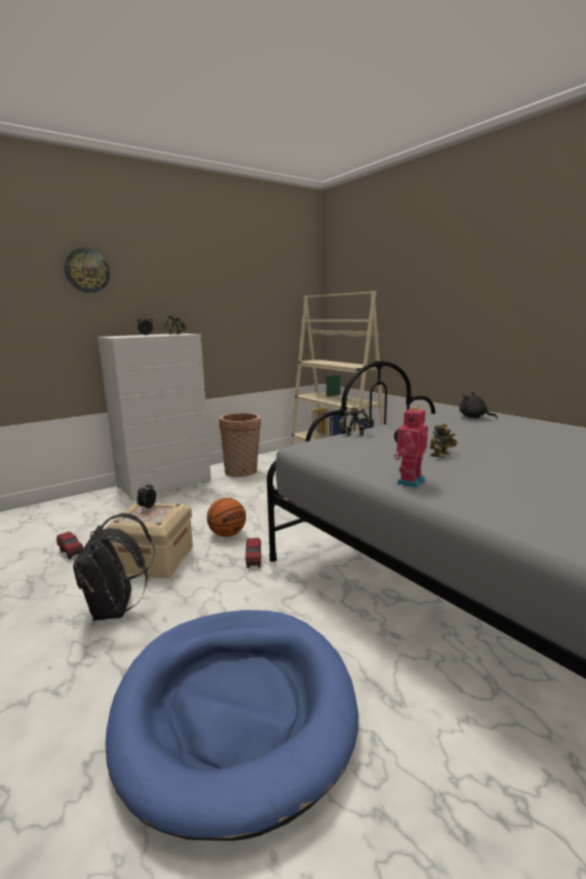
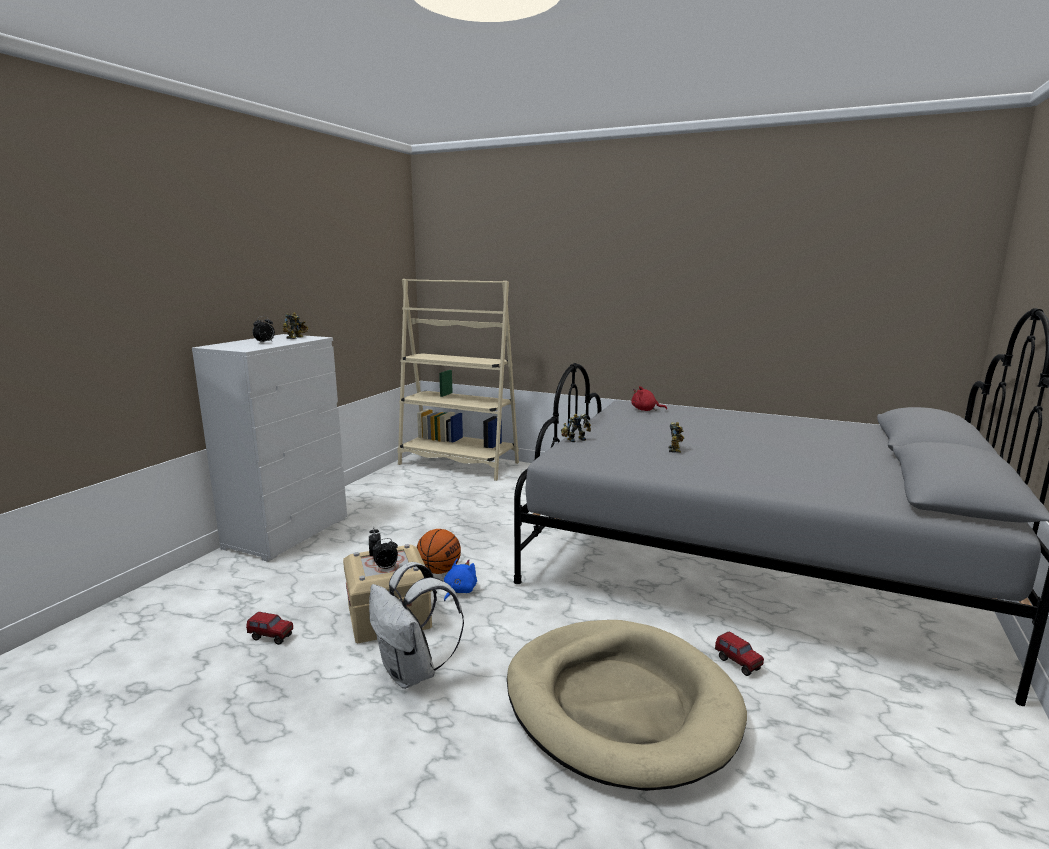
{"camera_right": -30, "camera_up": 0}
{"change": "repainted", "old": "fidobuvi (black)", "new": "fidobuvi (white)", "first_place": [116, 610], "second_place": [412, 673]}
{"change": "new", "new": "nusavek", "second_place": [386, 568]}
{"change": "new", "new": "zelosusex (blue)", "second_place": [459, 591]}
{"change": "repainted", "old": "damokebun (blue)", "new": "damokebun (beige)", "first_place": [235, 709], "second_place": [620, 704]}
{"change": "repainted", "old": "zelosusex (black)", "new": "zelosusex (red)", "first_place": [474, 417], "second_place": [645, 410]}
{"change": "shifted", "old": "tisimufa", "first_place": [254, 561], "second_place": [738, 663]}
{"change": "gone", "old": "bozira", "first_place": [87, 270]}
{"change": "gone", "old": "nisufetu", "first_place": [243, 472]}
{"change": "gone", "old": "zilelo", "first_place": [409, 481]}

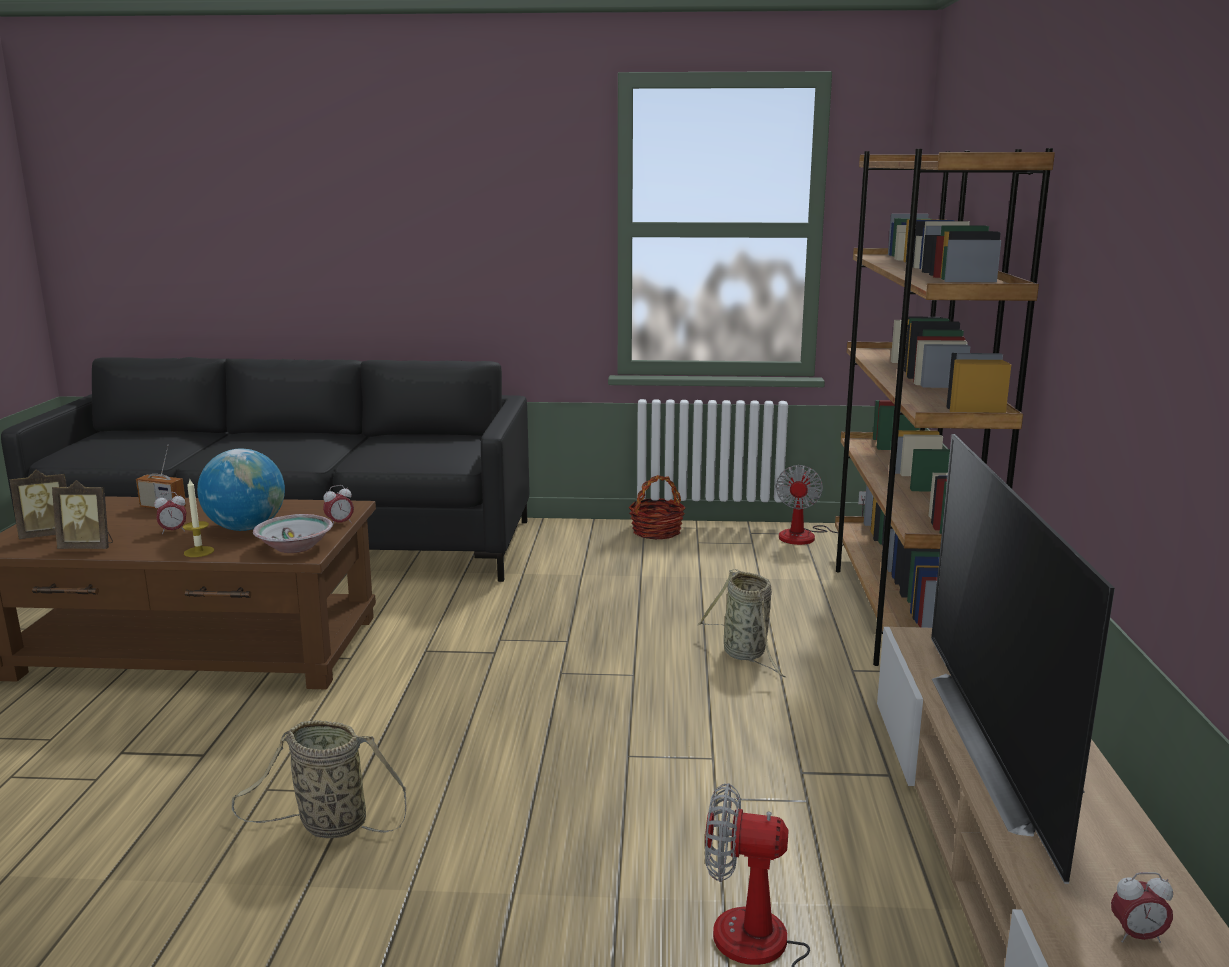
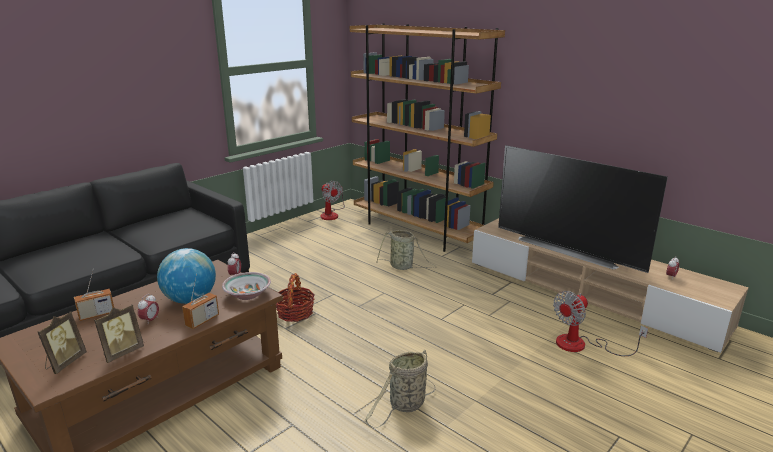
{"camera_right": -50, "camera_up": 5}
{"change": "swapped", "old": "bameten", "new": "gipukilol", "first_place": [199, 552], "second_place": [202, 320]}
{"change": "shifted", "old": "nisufetu", "first_place": [656, 532], "second_place": [295, 313]}

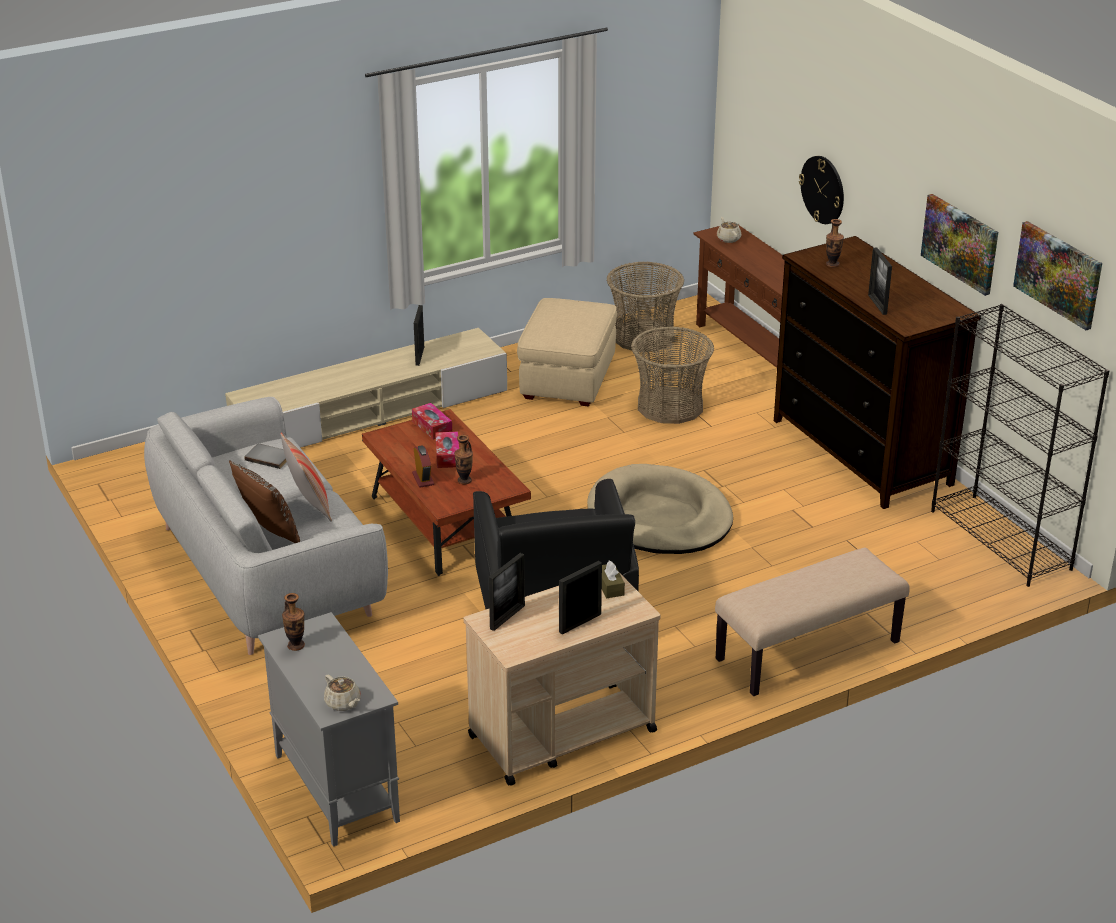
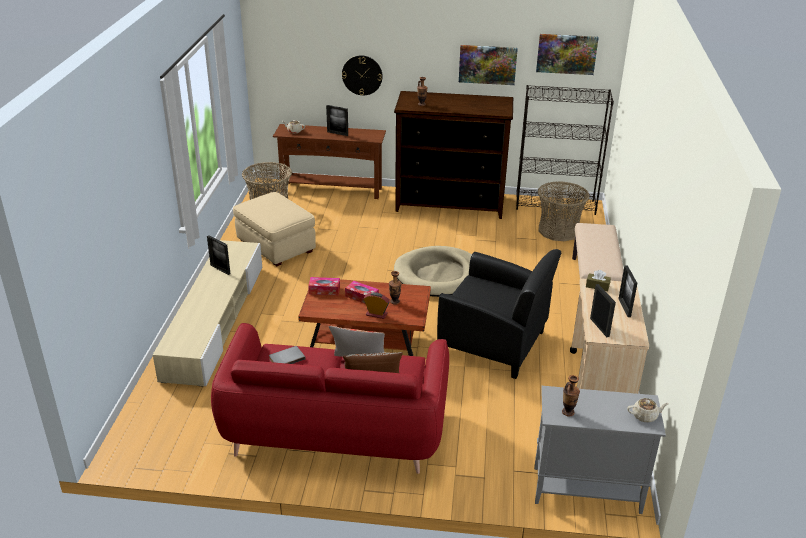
{"camera_right": -55, "camera_up": 0}
{"change": "repainted", "old": "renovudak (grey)", "new": "renovudak (red)", "first_place": [268, 570], "second_place": [335, 429]}
{"change": "shifted", "old": "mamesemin", "first_place": [877, 304], "second_place": [337, 133]}
{"change": "shifted", "old": "nisufetu", "first_place": [670, 406], "second_place": [558, 230]}

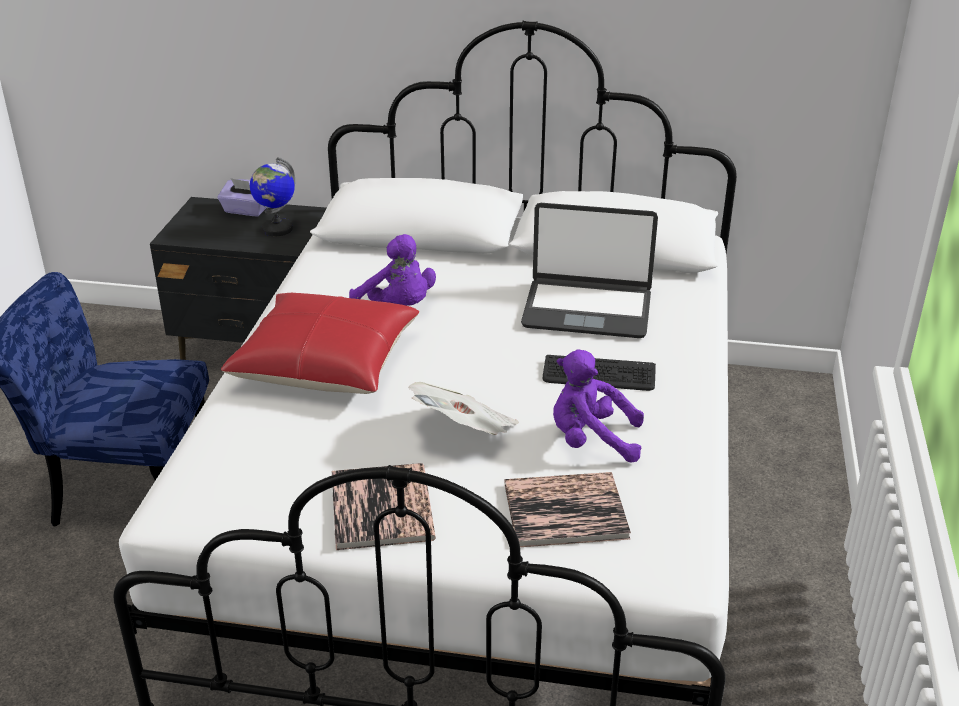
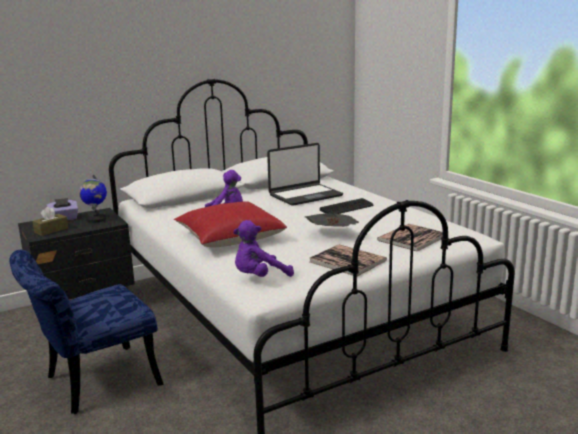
{"camera_right": -40, "camera_up": -15}
{"change": "new", "new": "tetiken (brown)", "second_place": [51, 230]}
{"change": "shifted", "old": "zelosusex (purple)", "first_place": [591, 441], "second_place": [259, 277]}

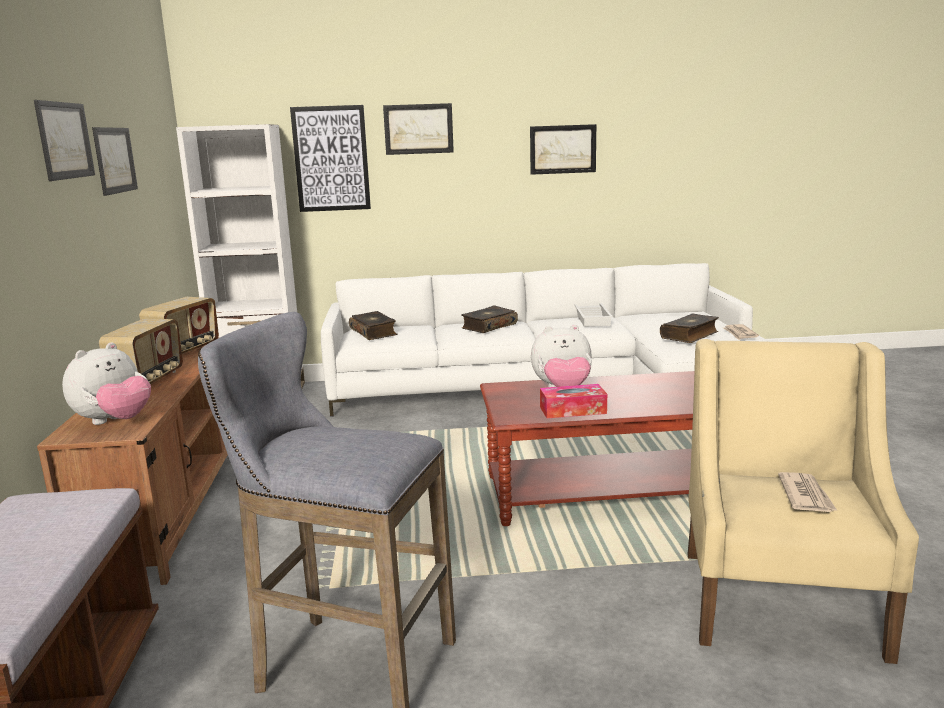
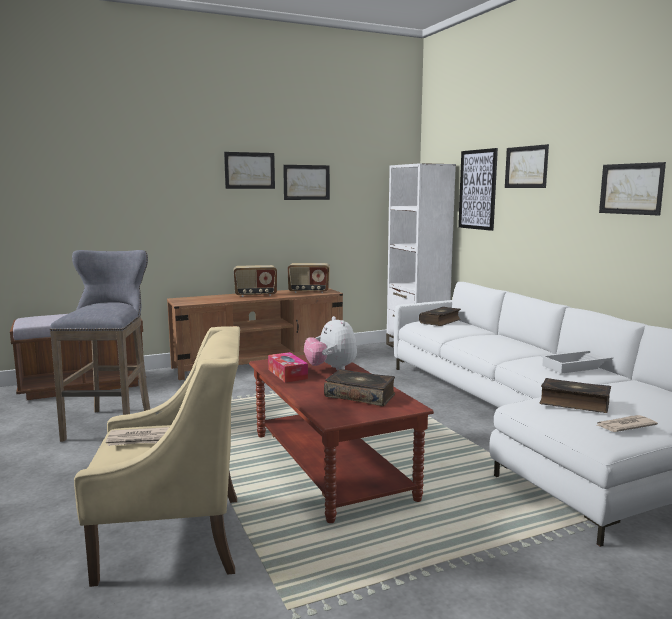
{"camera_right": 70, "camera_up": -5}
{"change": "shifted", "old": "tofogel", "first_place": [488, 326], "second_place": [360, 396]}
{"change": "gone", "old": "zelosusex", "first_place": [114, 422]}

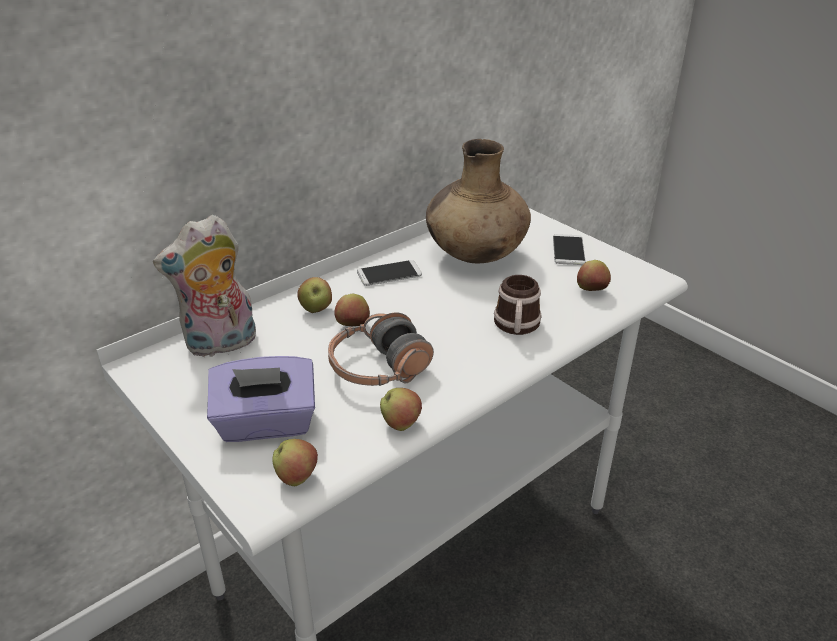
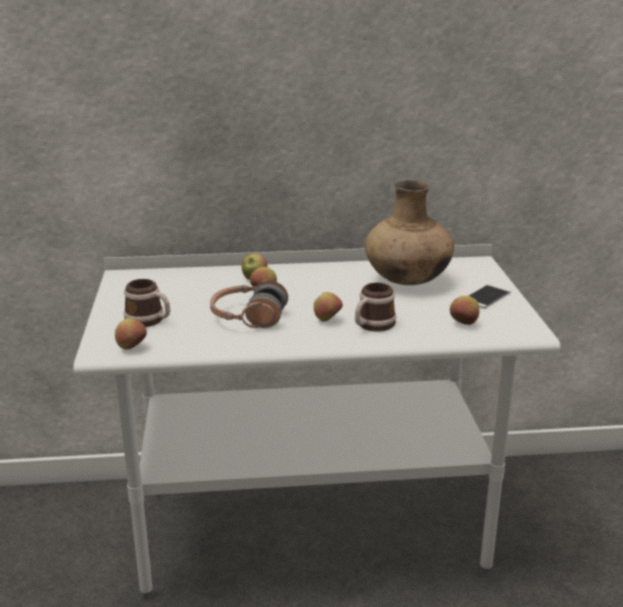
{"camera_right": 35, "camera_up": -10}
{"change": "swapped", "old": "tetiken (purple)", "new": "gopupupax", "first_place": [266, 424], "second_place": [149, 321]}
{"change": "shifted", "old": "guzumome", "first_place": [401, 424], "second_place": [327, 320]}
{"change": "gone", "old": "zelosusex", "first_place": [221, 345]}
{"change": "gone", "old": "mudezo", "first_place": [389, 274]}

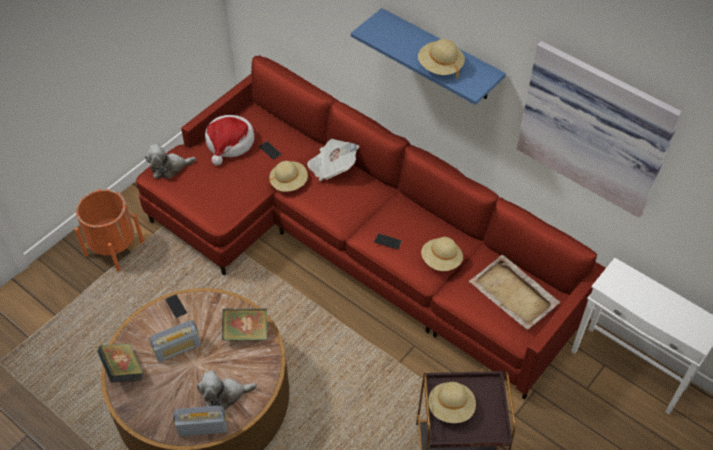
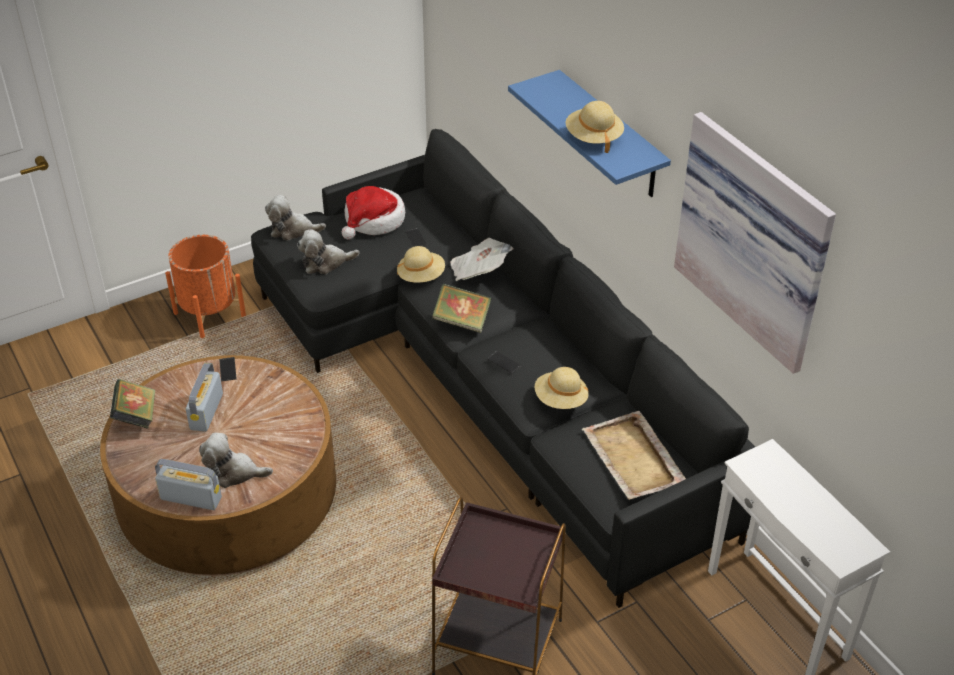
{"camera_right": 20, "camera_up": -10}
{"change": "rotated", "old": "gipukilol", "first_place": [177, 348], "second_place": [206, 411], "degrees": 105}
{"change": "repainted", "old": "renovudak (red)", "new": "renovudak (black)", "first_place": [354, 245], "second_place": [487, 381]}
{"change": "new", "new": "zelosusex", "second_place": [325, 263]}
{"change": "shifted", "old": "tofogel", "first_place": [246, 332], "second_place": [462, 321]}
{"change": "gone", "old": "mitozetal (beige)", "first_place": [451, 408]}

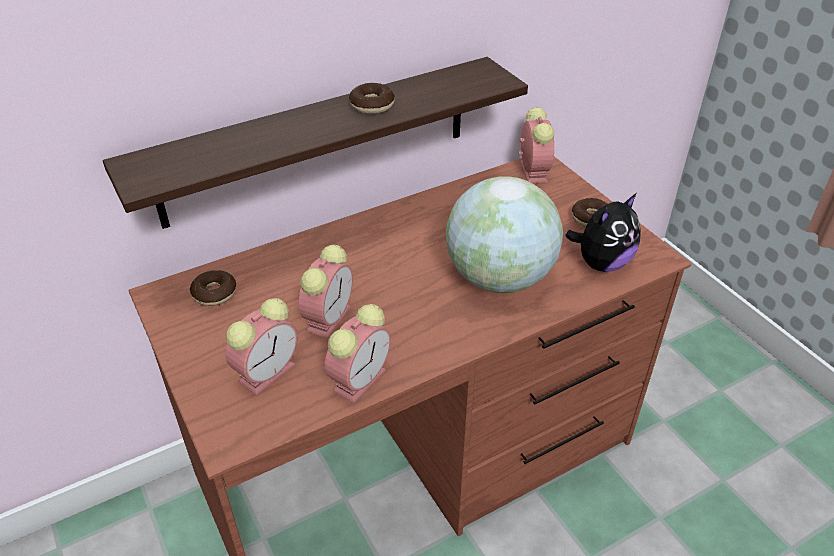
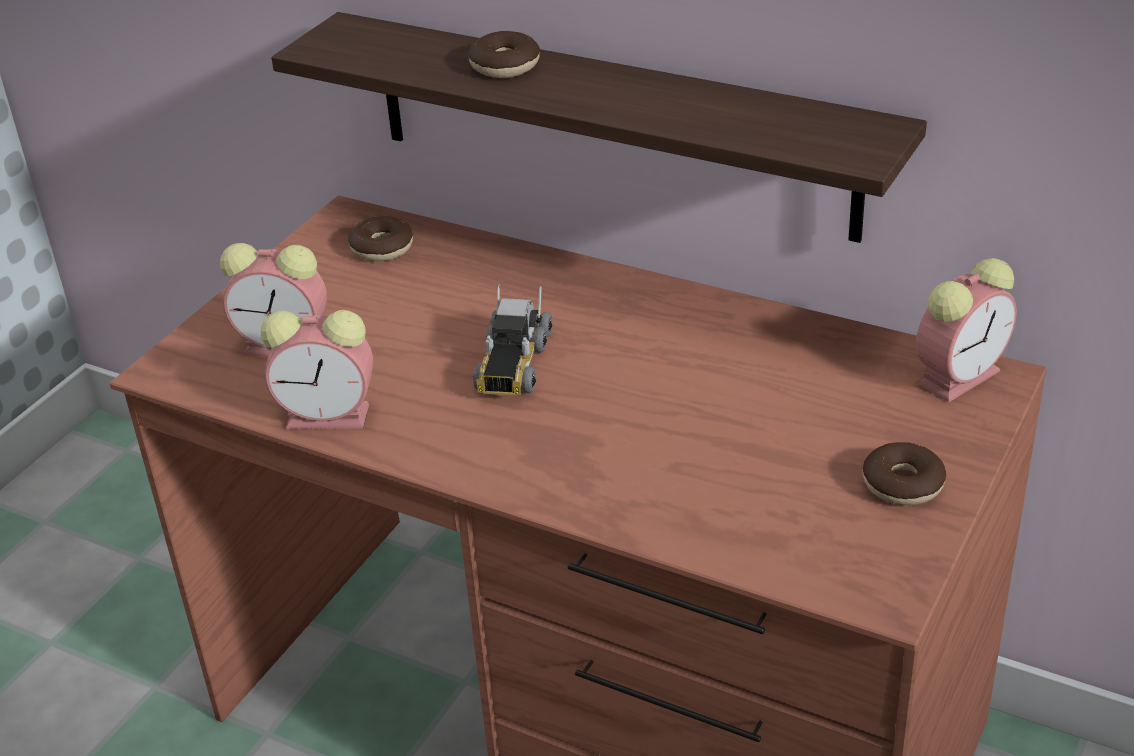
{"camera_right": 60, "camera_up": -5}
{"change": "shifted", "old": "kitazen", "first_place": [372, 105], "second_place": [505, 66]}
{"change": "new", "new": "tisimufa", "second_place": [512, 364]}
{"change": "gone", "old": "nusavek", "first_place": [329, 317]}
{"change": "gone", "old": "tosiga", "first_place": [499, 278]}
{"change": "gone", "old": "zelosusex", "first_place": [601, 263]}

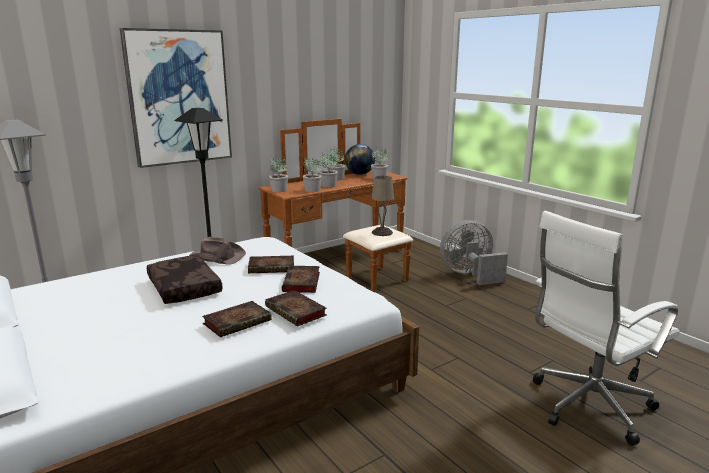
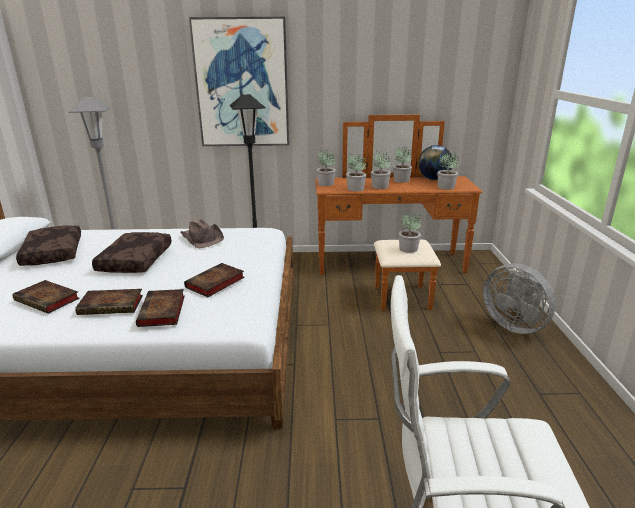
{"camera_right": 35, "camera_up": 5}
{"change": "shifted", "old": "tofogel", "first_place": [273, 267], "second_place": [48, 300]}
{"change": "new", "new": "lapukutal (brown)", "second_place": [52, 253]}
{"change": "swapped", "old": "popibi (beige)", "new": "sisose", "first_place": [382, 232], "second_place": [408, 249]}
{"change": "rotated", "old": "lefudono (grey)", "first_place": [470, 275], "second_place": [514, 324], "degrees": -150}

